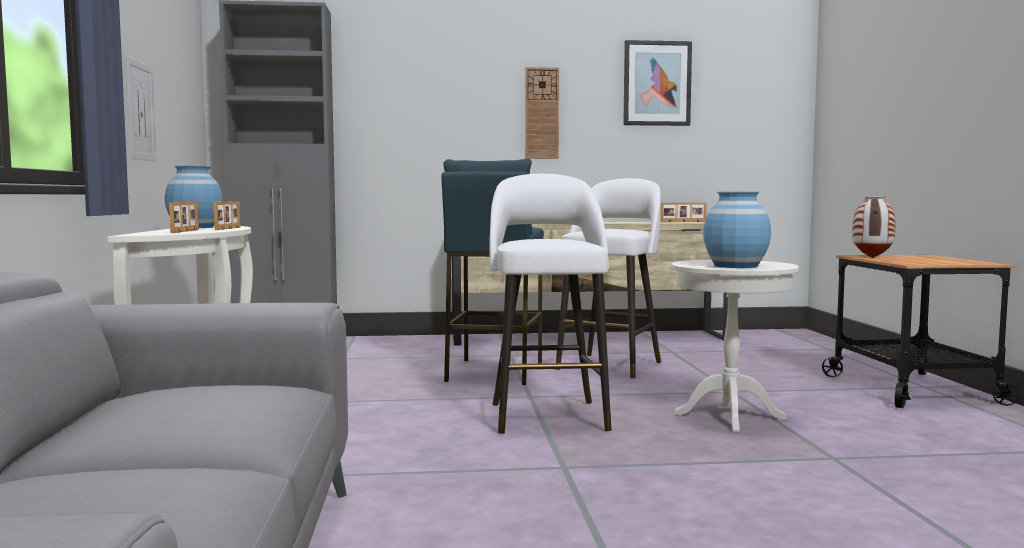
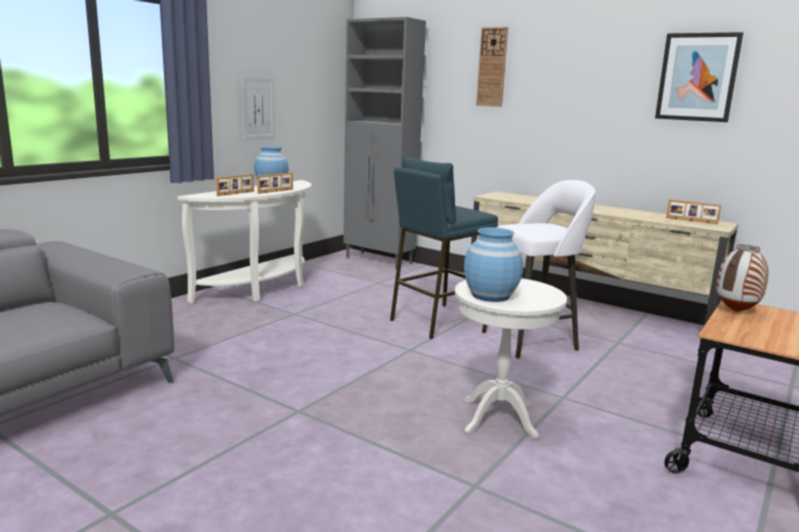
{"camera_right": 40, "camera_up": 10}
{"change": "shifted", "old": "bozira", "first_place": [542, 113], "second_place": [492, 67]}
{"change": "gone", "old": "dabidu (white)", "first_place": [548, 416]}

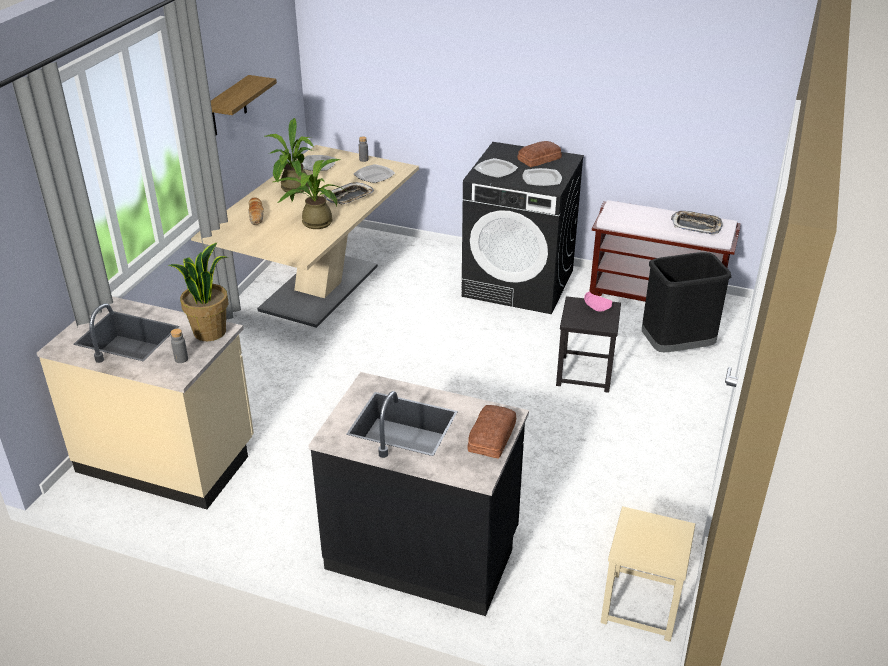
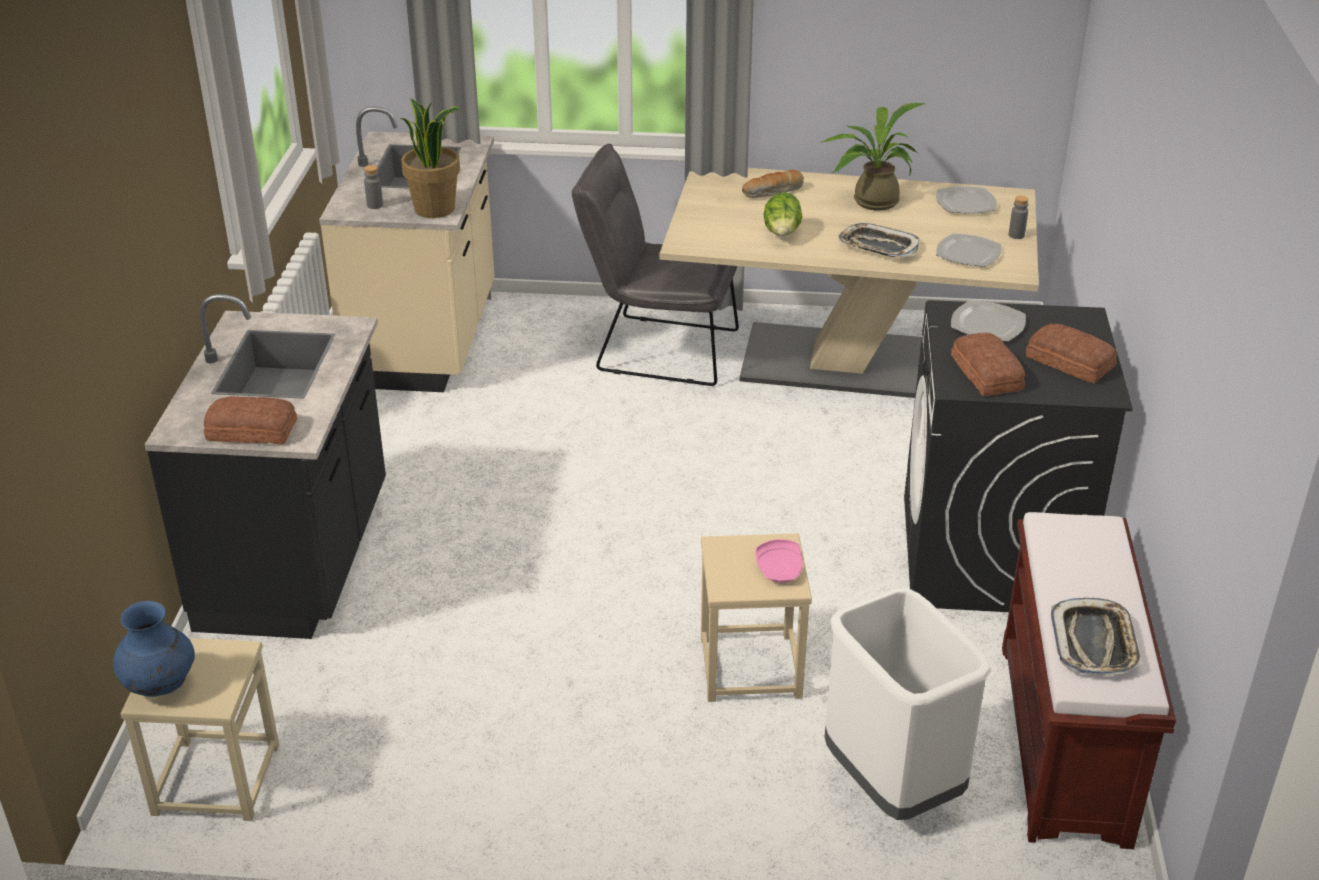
{"camera_right": 75, "camera_up": 0}
{"change": "new", "new": "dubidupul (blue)", "second_place": [160, 686]}
{"change": "new", "new": "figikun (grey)", "second_place": [657, 349]}
{"change": "repainted", "old": "dabidu (black)", "new": "dabidu (beige)", "first_place": [584, 374], "second_place": [749, 667]}
{"change": "swapped", "old": "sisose", "new": "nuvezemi", "first_place": [313, 222], "second_place": [782, 234]}
{"change": "repainted", "old": "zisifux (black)", "new": "zisifux (white)", "first_place": [676, 348], "second_place": [891, 783]}
{"change": "swapped", "old": "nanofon", "new": "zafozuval", "first_place": [541, 179], "second_place": [987, 372]}
{"change": "gone", "old": "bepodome", "first_place": [228, 106]}

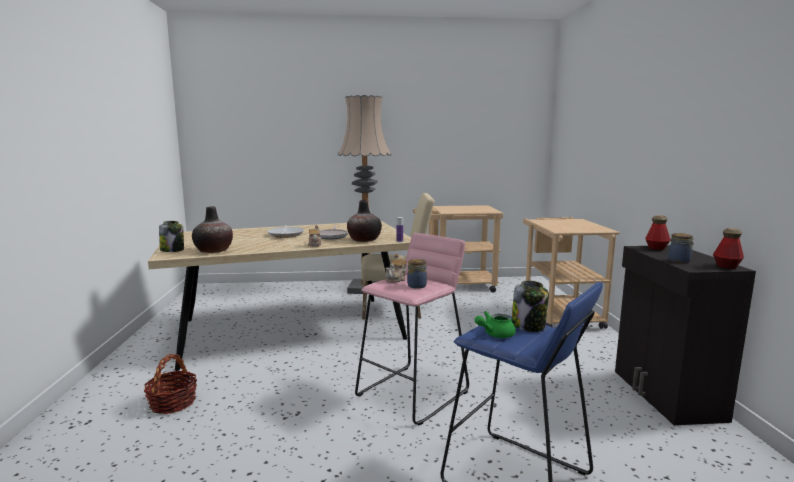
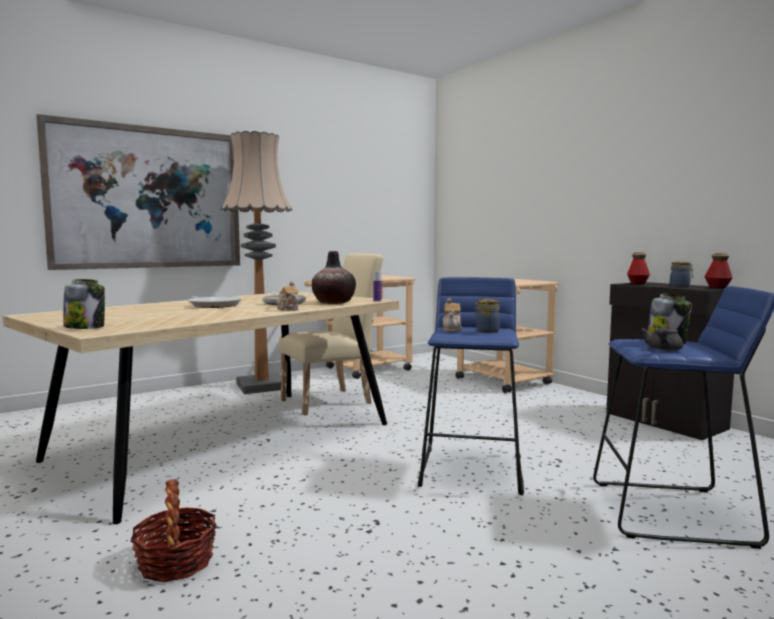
{"camera_right": -30, "camera_up": -5}
{"change": "new", "new": "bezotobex", "second_place": [147, 198]}
{"change": "repainted", "old": "dabidu (pink)", "new": "dabidu (blue)", "first_place": [413, 393], "second_place": [472, 469]}
{"change": "repainted", "old": "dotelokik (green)", "new": "dotelokik (grey)", "first_place": [495, 334], "second_place": [662, 349]}
{"change": "gone", "old": "dubidupul", "first_place": [214, 251]}

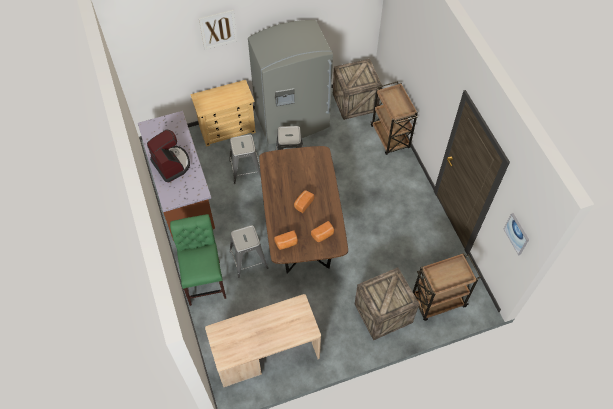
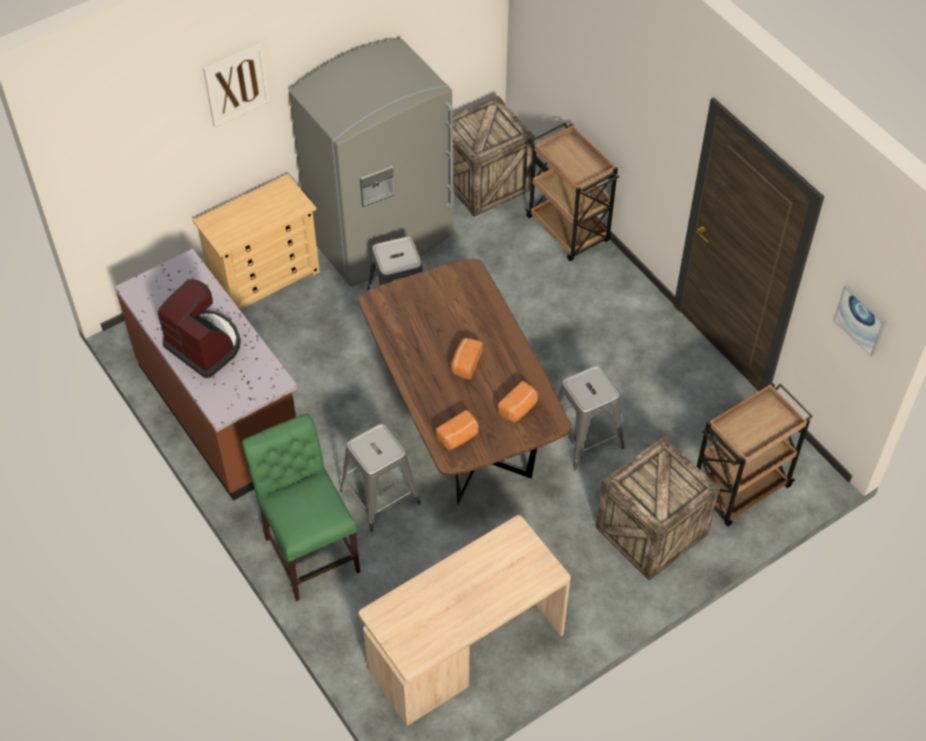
{"camera_right": -15, "camera_up": -5}
{"change": "shifted", "old": "dabidu (grey)", "first_place": [245, 169], "second_place": [584, 437]}

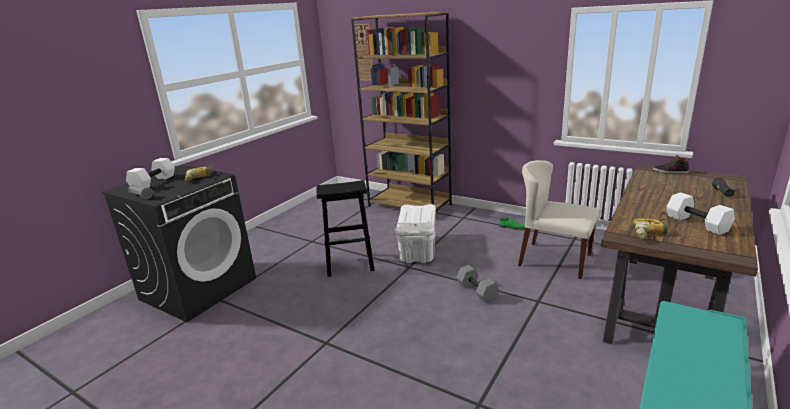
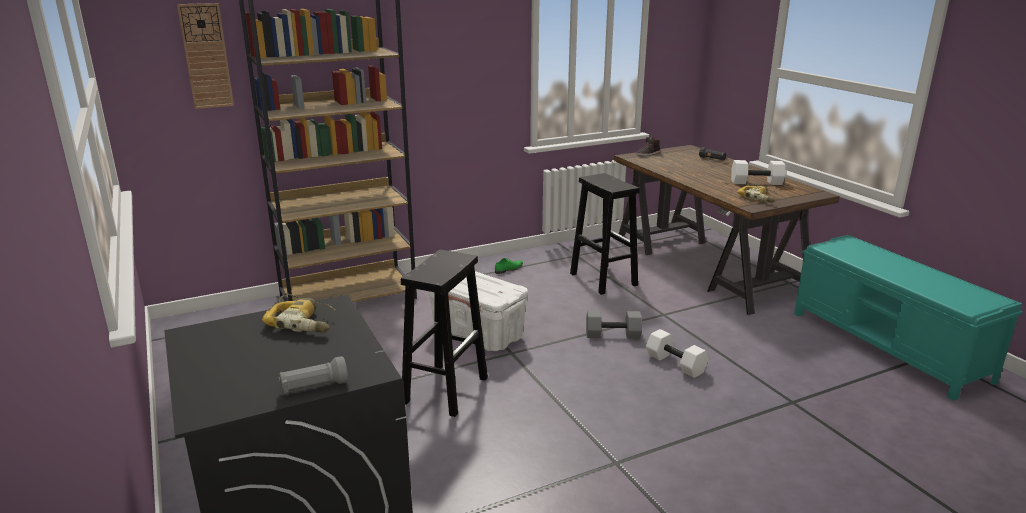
{"camera_right": -60, "camera_up": 0}
{"change": "swapped", "old": "figikun (beige)", "new": "dabidu (black)", "first_place": [554, 260], "second_place": [602, 279]}
{"change": "shifted", "old": "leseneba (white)", "first_place": [153, 182], "second_place": [674, 364]}

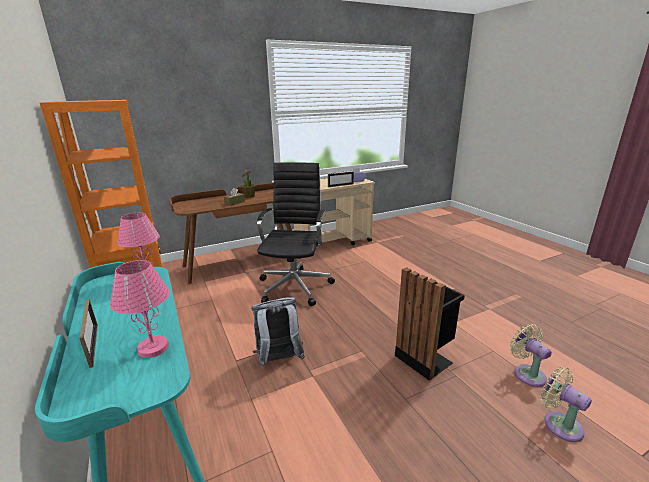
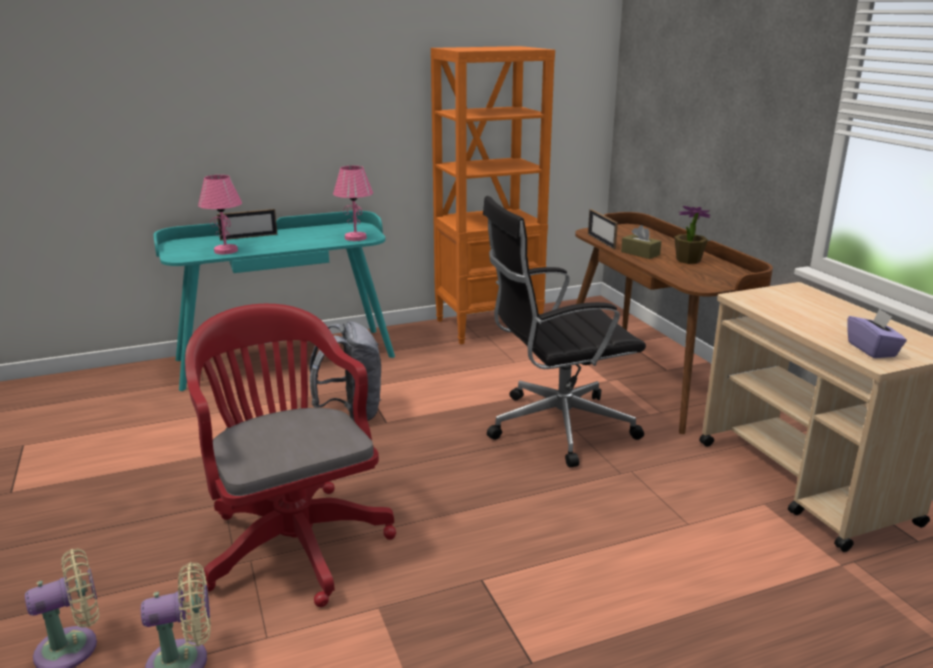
{"camera_right": 95, "camera_up": 0}
{"change": "swapped", "old": "zisifux (black)", "new": "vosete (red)", "first_place": [424, 358], "second_place": [293, 539]}
{"change": "rotated", "old": "vosete (black)", "first_place": [295, 285], "second_place": [556, 427], "degrees": 150}
{"change": "shifted", "old": "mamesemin", "first_place": [340, 185], "second_place": [601, 241]}

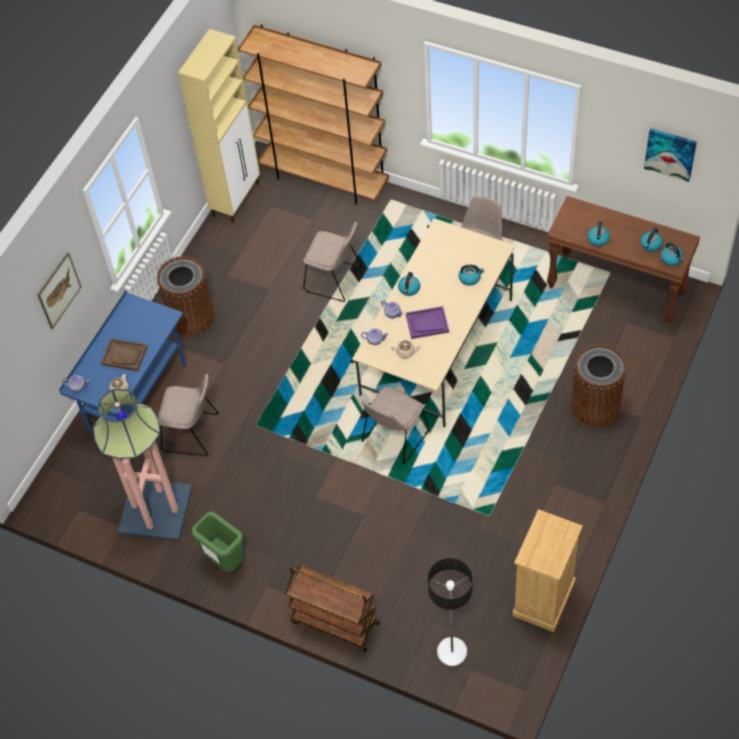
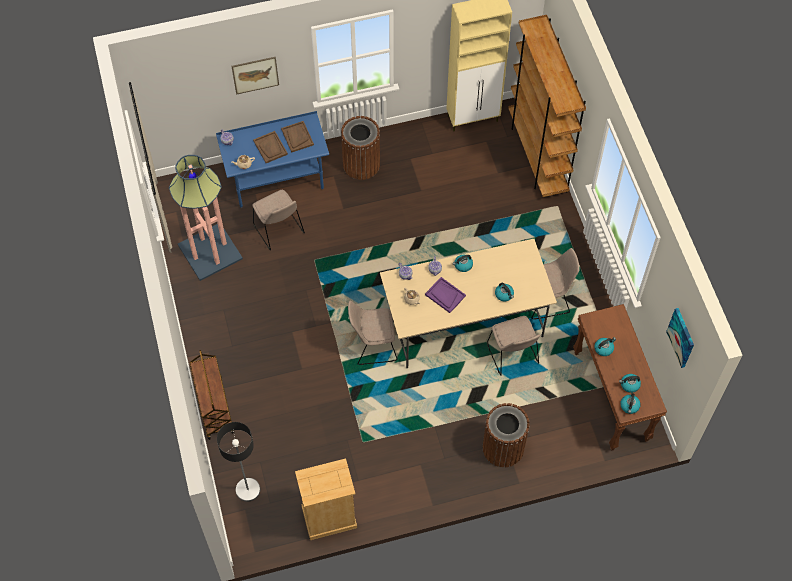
{"camera_right": 45, "camera_up": 5}
{"change": "new", "new": "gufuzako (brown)", "second_place": [297, 137]}
{"change": "shifted", "old": "figikun (beige)", "first_place": [335, 279], "second_place": [513, 355]}
{"change": "gone", "old": "zisifux (green)", "first_place": [224, 561]}

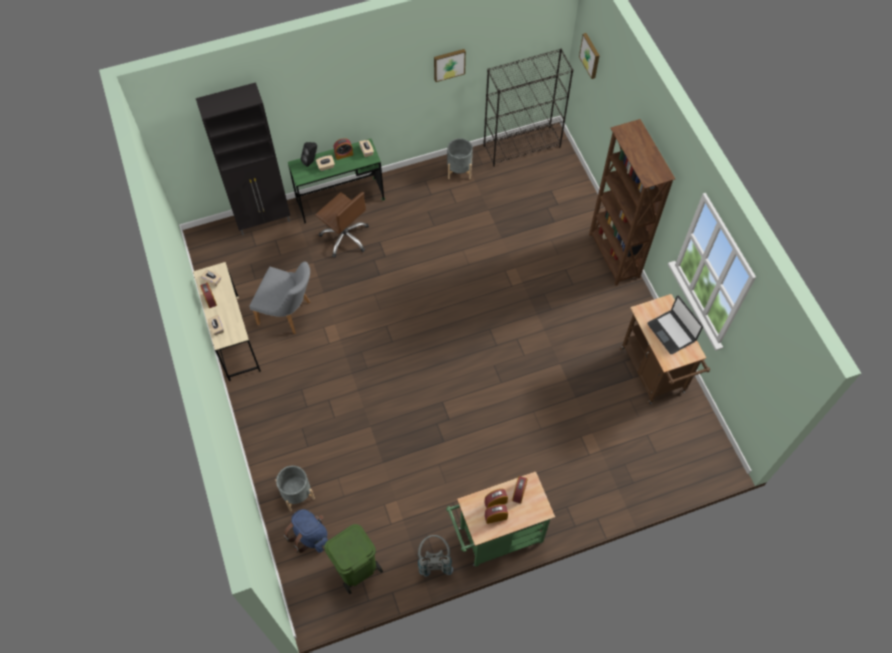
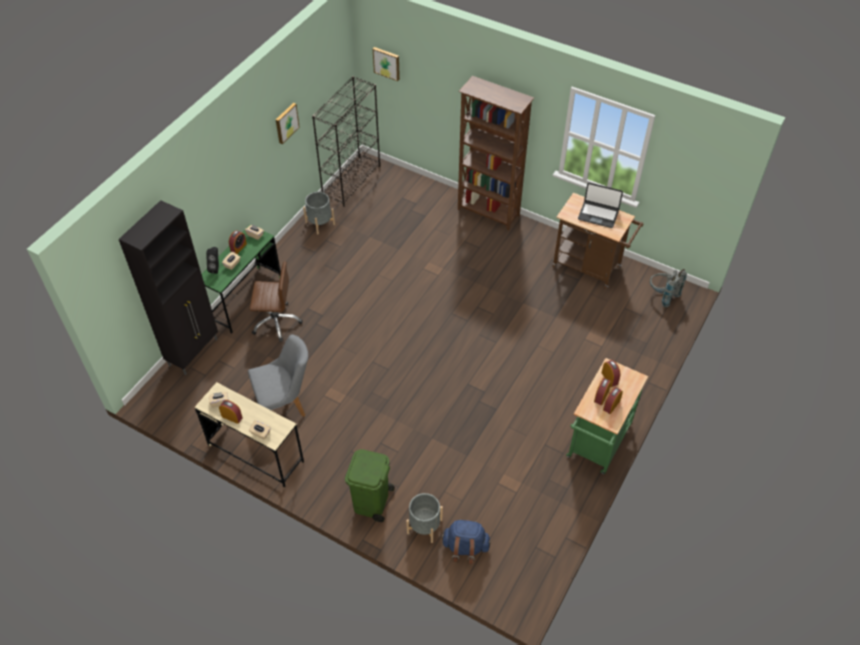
{"camera_right": -40, "camera_up": -10}
{"change": "shifted", "old": "zisifux (green)", "first_place": [356, 568], "second_place": [371, 502]}
{"change": "shifted", "old": "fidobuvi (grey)", "first_place": [434, 560], "second_place": [662, 295]}

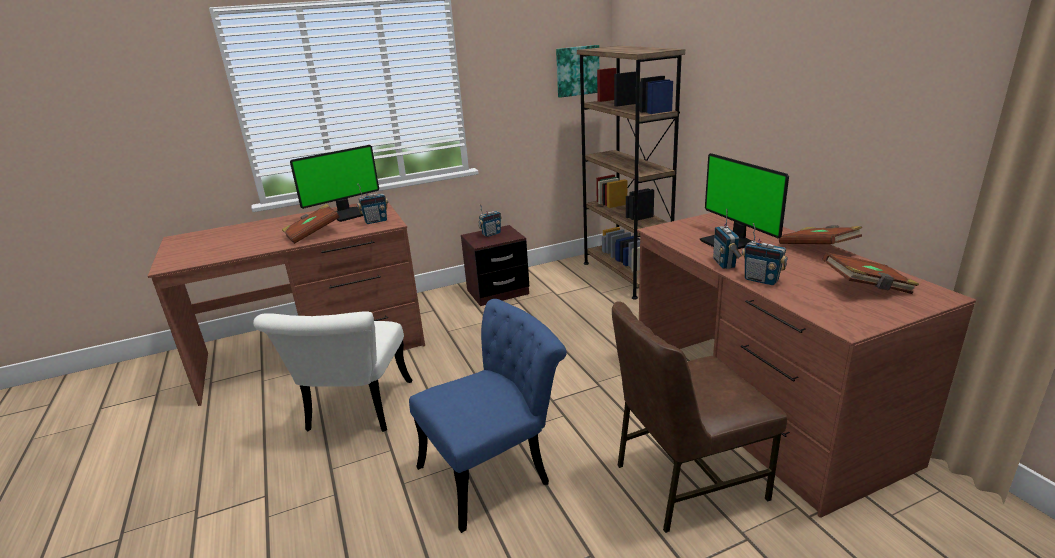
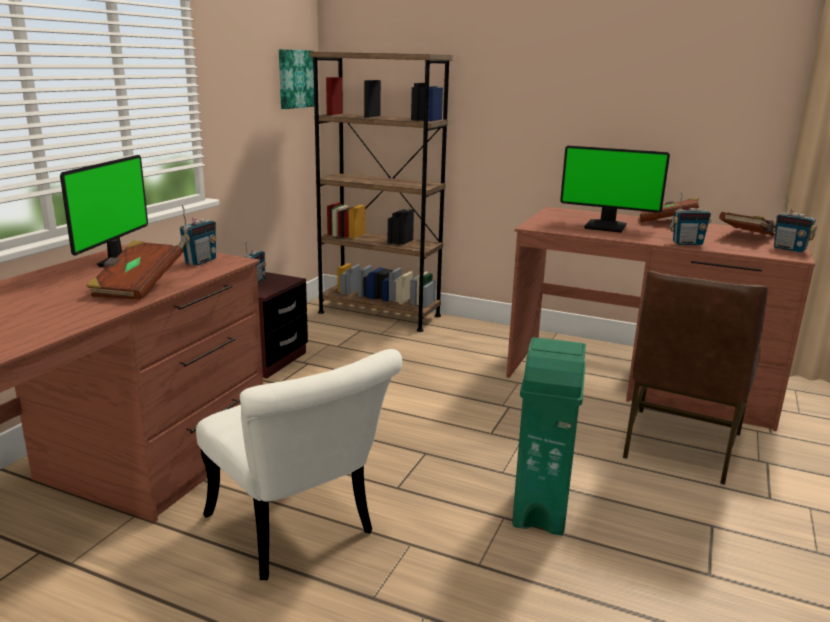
{"camera_right": -45, "camera_up": -5}
{"change": "swapped", "old": "figikun (blue)", "new": "zisifux (green)", "first_place": [495, 470], "second_place": [541, 507]}
{"change": "shifted", "old": "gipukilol", "first_place": [724, 263], "second_place": [789, 249]}

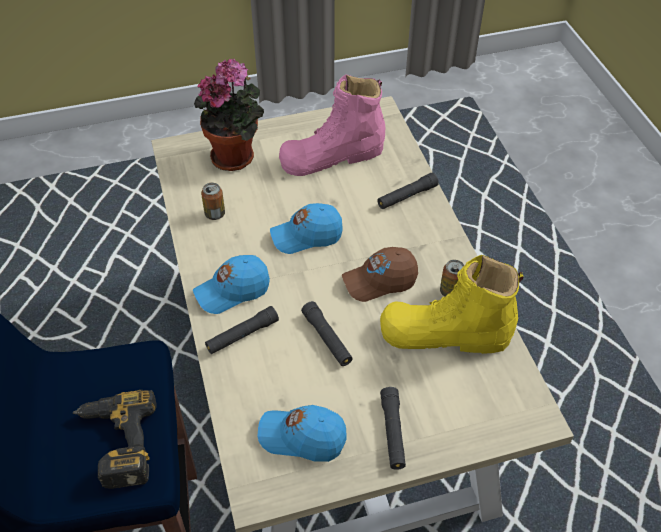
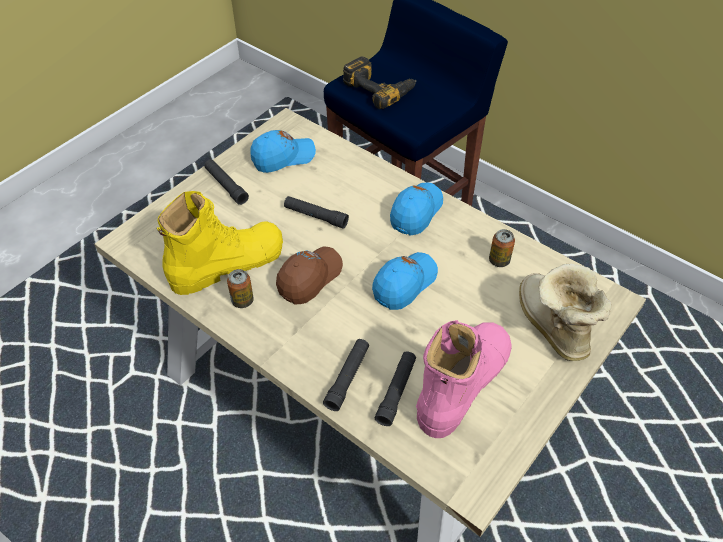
{"camera_right": 145, "camera_up": 0}
{"change": "shifted", "old": "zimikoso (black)", "first_place": [242, 335], "second_place": [396, 391]}
{"change": "swapped", "old": "sisose", "new": "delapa", "first_place": [236, 156], "second_place": [550, 327]}

